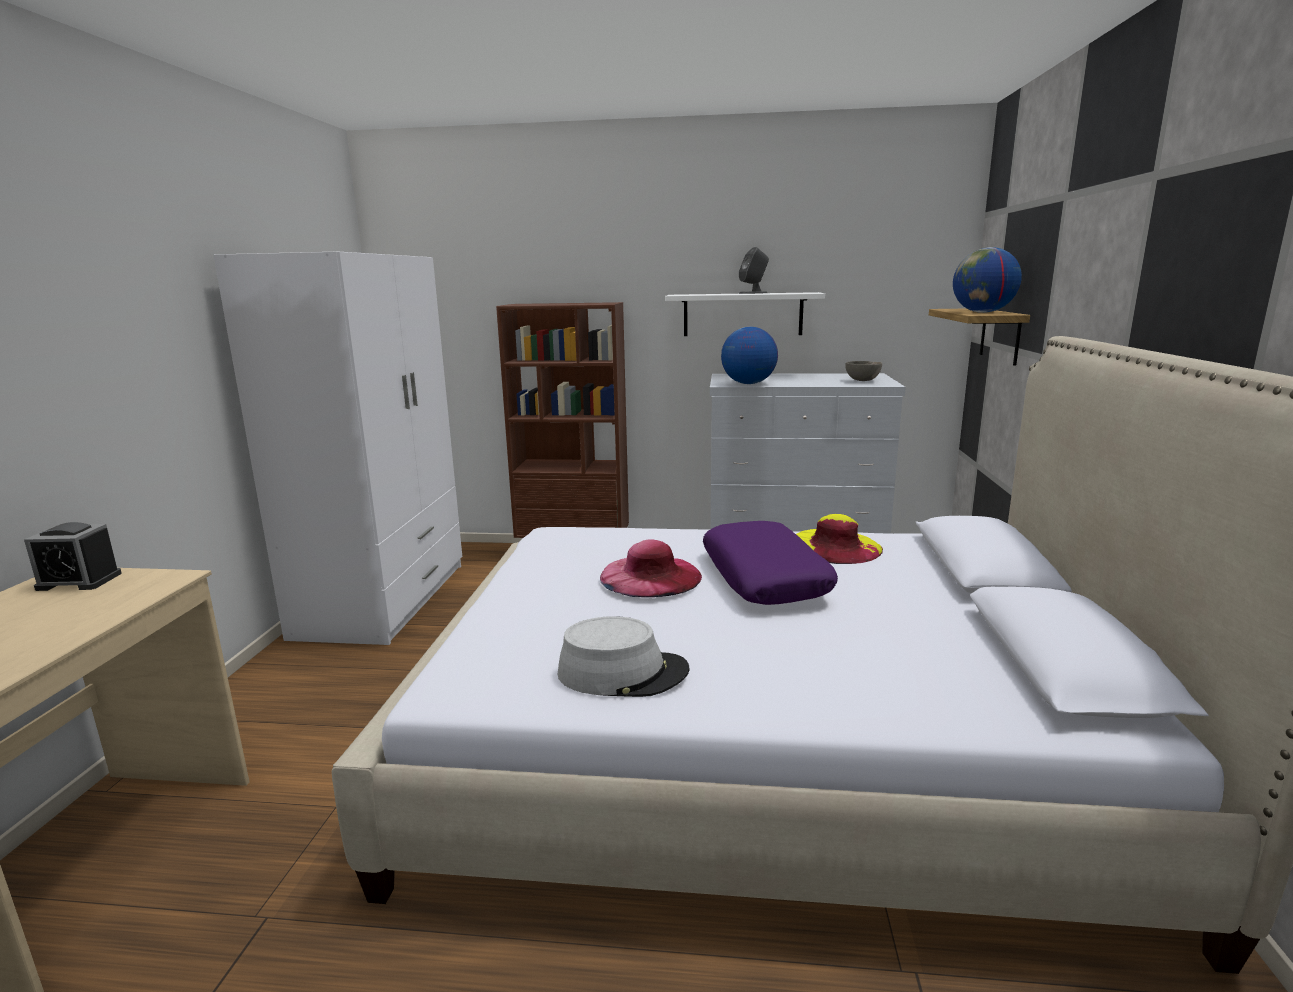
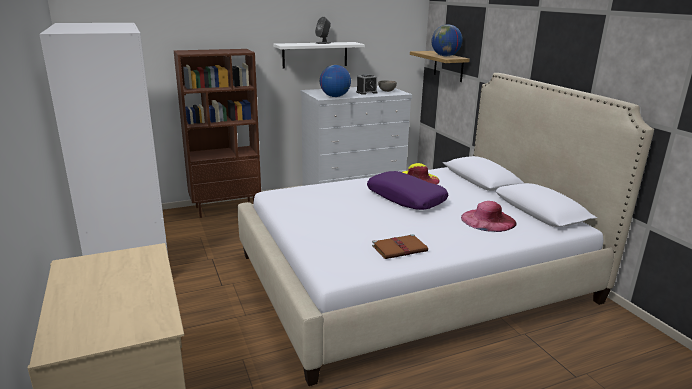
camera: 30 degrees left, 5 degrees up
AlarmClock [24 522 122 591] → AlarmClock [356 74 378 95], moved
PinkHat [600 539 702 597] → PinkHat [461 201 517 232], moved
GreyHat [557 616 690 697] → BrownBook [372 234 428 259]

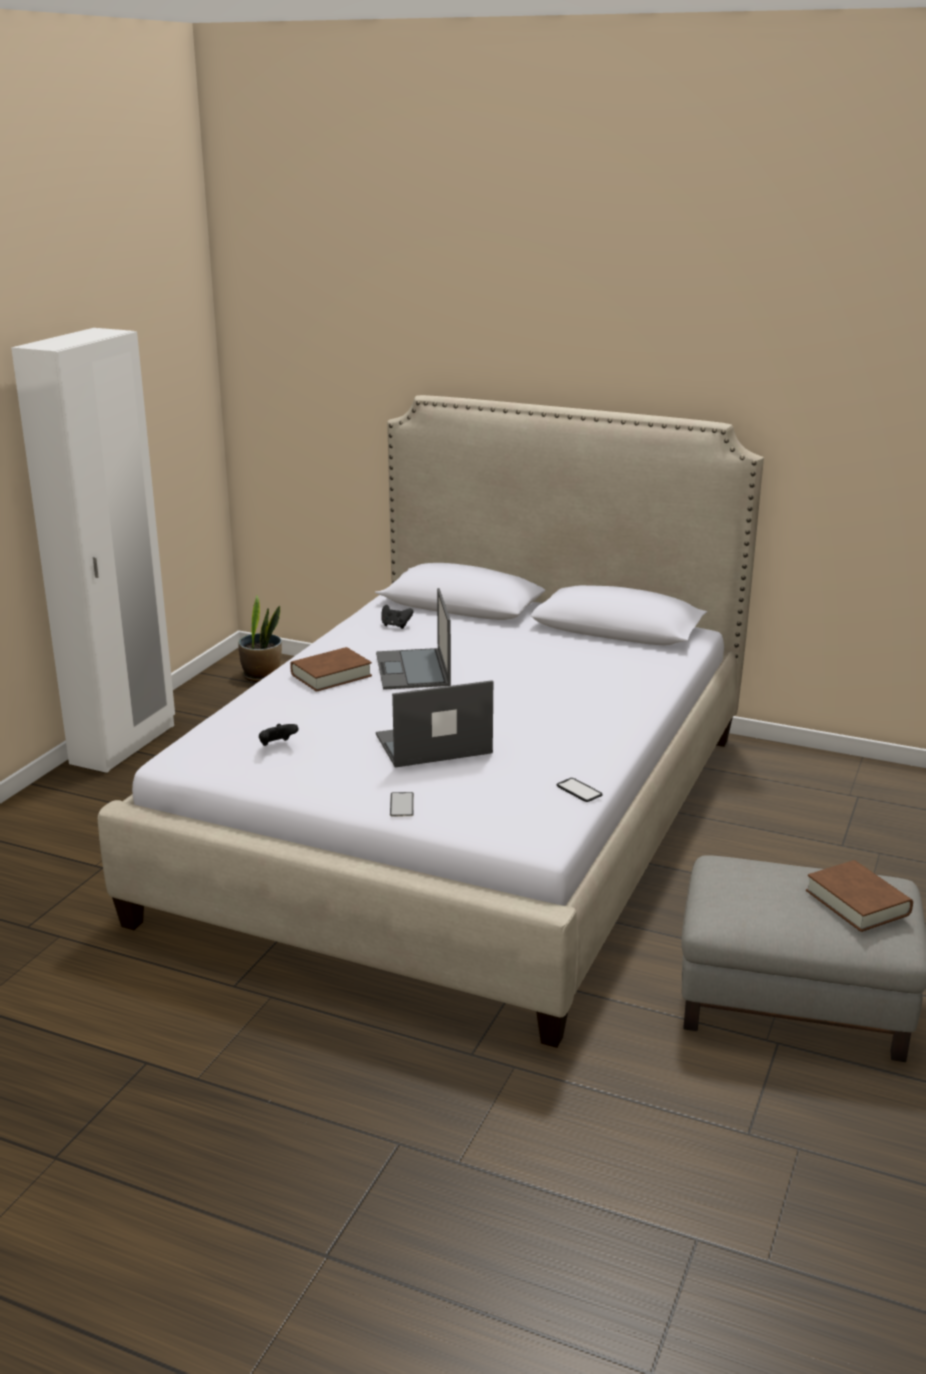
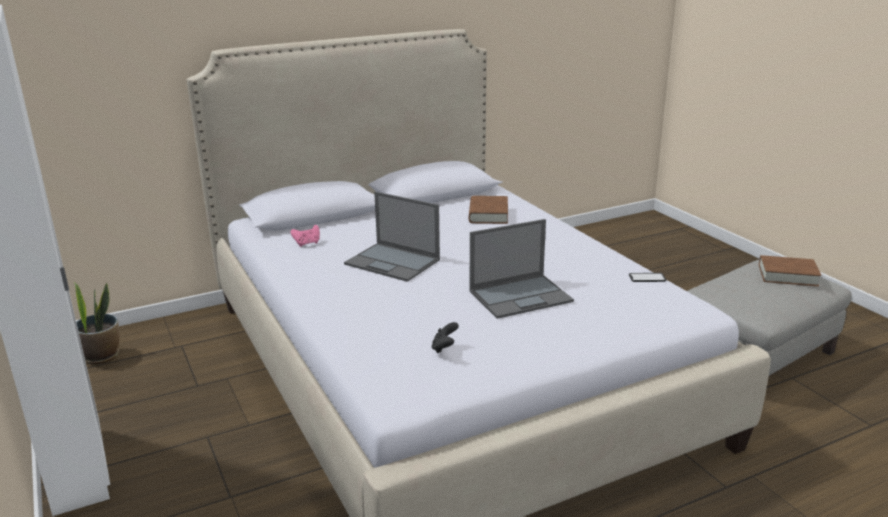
camera: 50 degrees left, 0 degrees up
Phone [390 792 414 817] → -
BrownBook [290 647 372 692] → BrownBook [469 196 508 224], moved
BlackGameController [381 605 414 629] → PinkGameController [290 225 320 247]
Laptop [376 680 493 768] → Laptop [469 219 574 319], 135 degrees counterclockwise

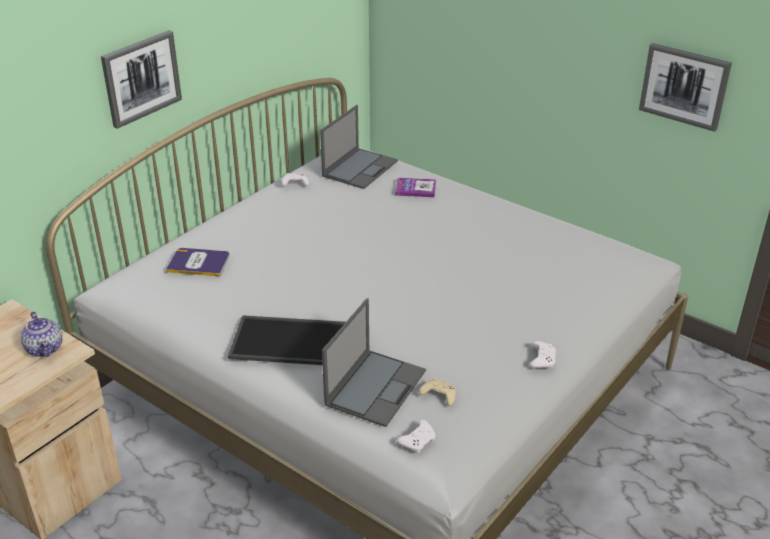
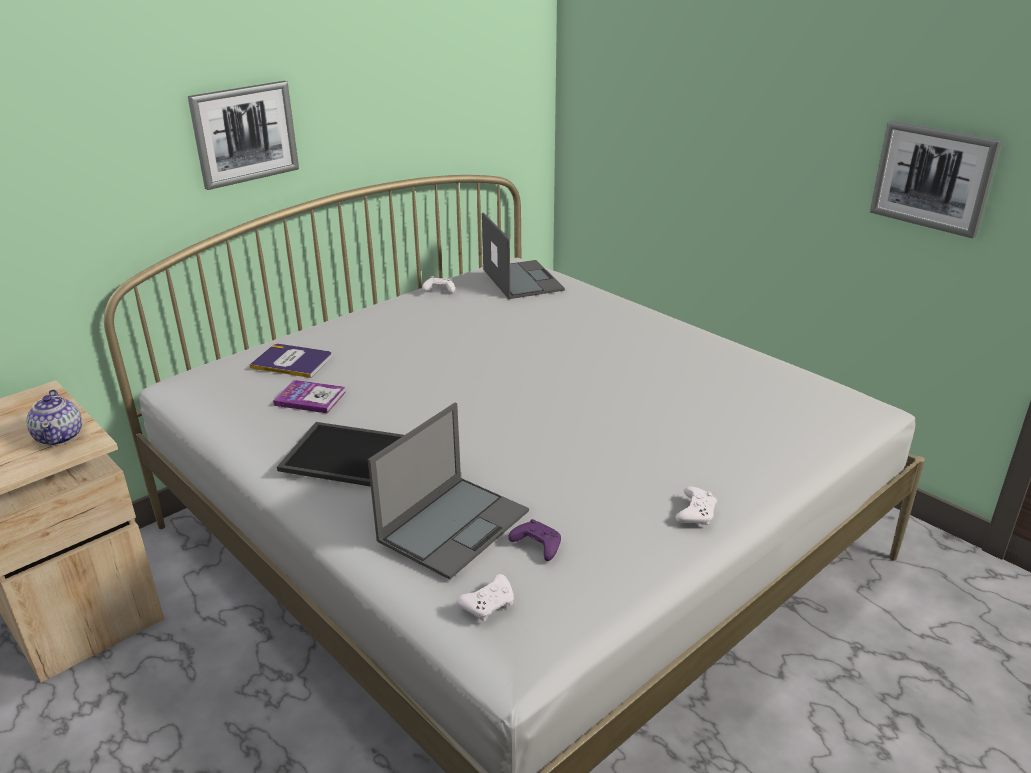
camera: 10 degrees right, 5 degrees down
Book [395 178 436 197] → Book [273 380 346 413], moved
BeigeGameController [419 378 456 406] → PurpleGameController [508 519 561 561]
Laptop [320 105 398 189] → Laptop [482 213 565 299], 60 degrees counterclockwise

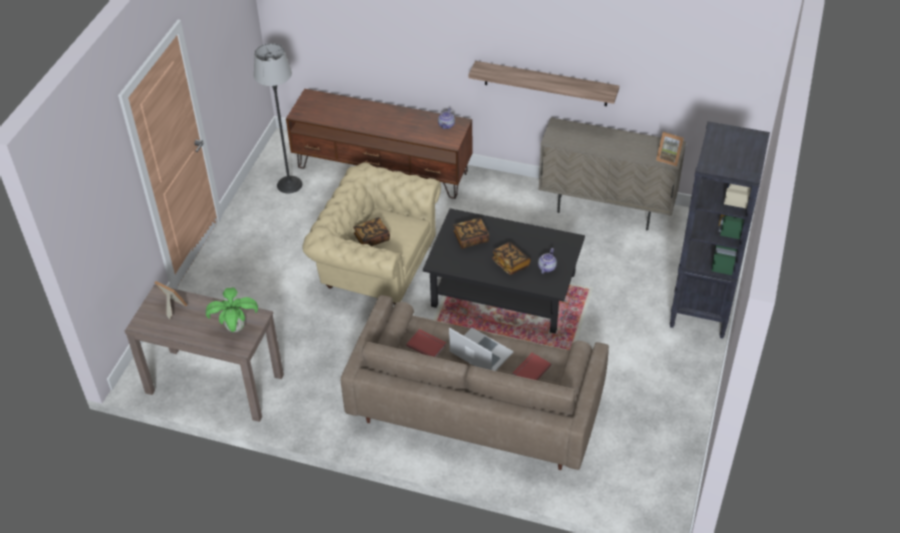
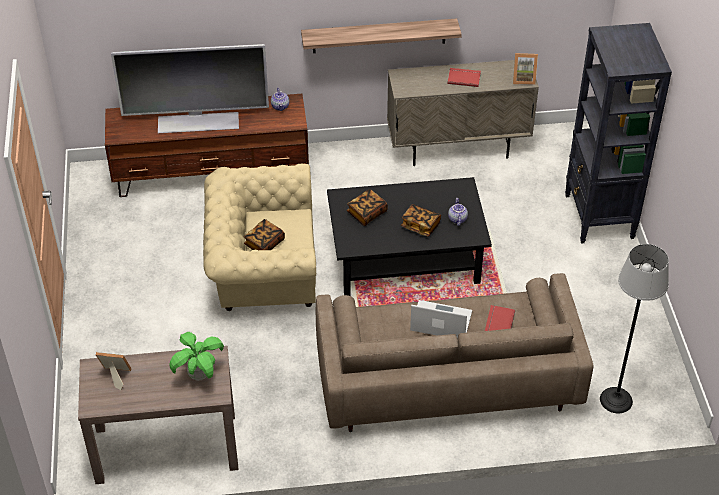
camera: 25 degrees left, 0 degrees up
- → Television [111 44 269 133]
FloorLamp [254 43 302 194] → FloorLamp [600 244 669 413], moved
RedBook [406 329 447 357] → RedBook [448 68 481 87], moved

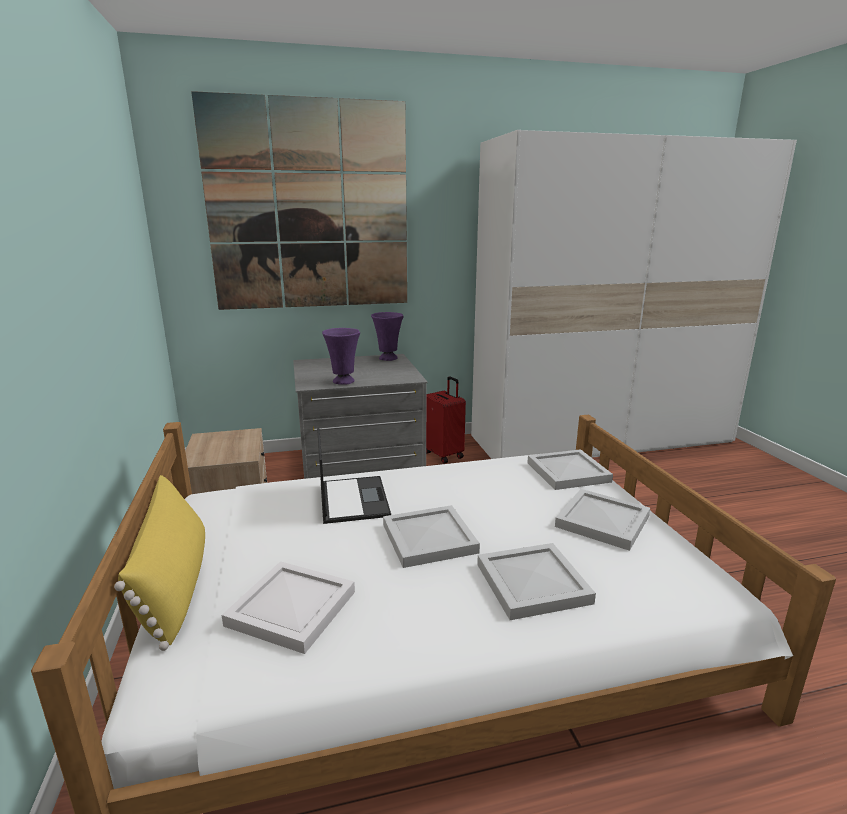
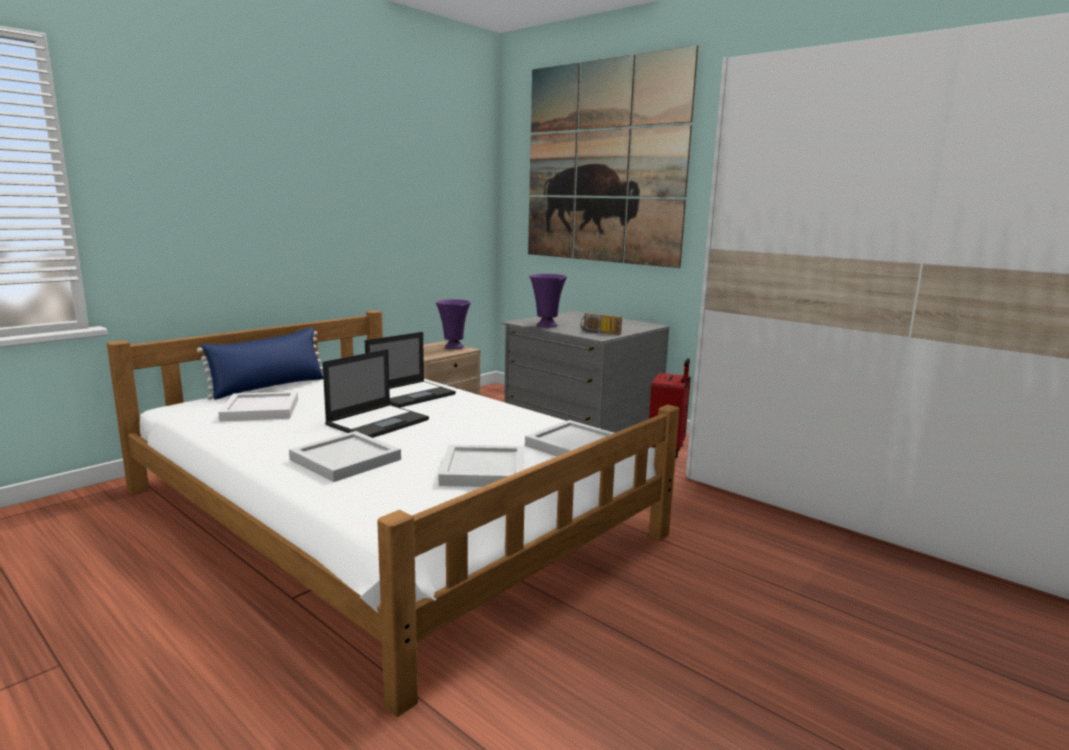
camera: 55 degrees right, 5 degrees down
- → Radio [581 313 622 335]
PurpleVase [371 312 404 361] → PurpleVase [436 299 471 349], moved
WhiteTray [383 505 480 568] → Laptop [322 349 429 438]
YellowPillow [114 475 205 651] → BluePillow [197 327 323 400]

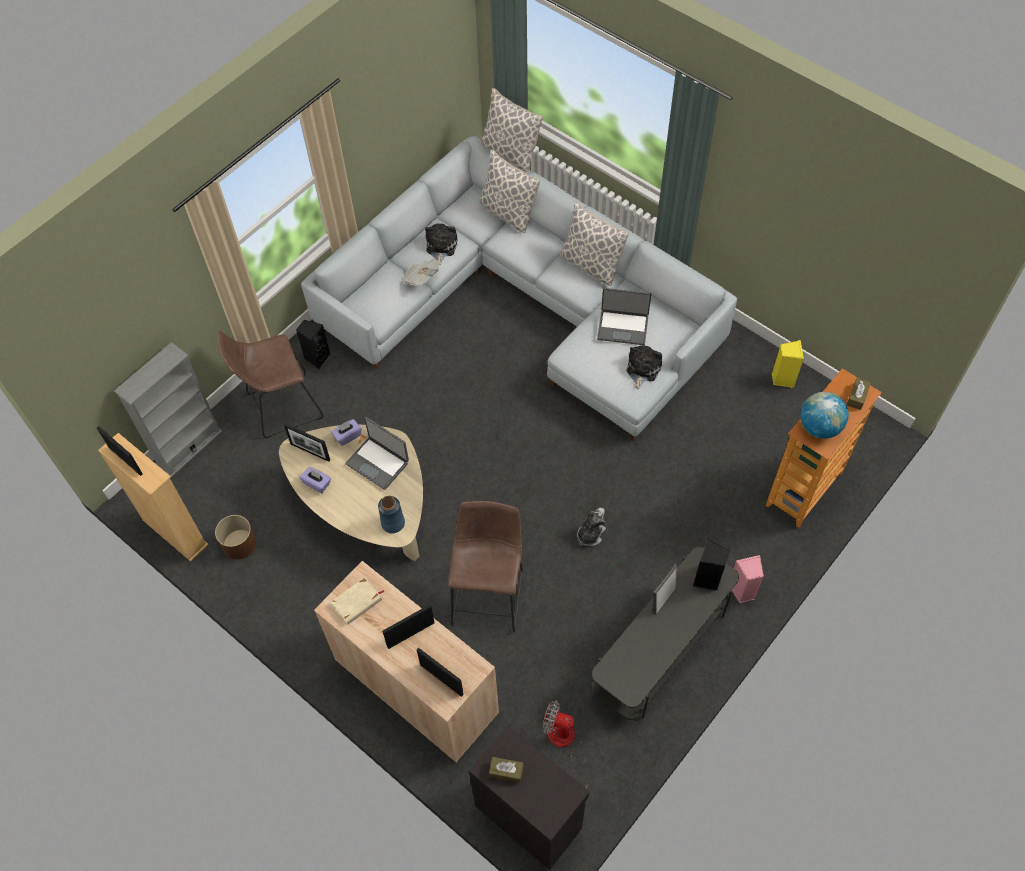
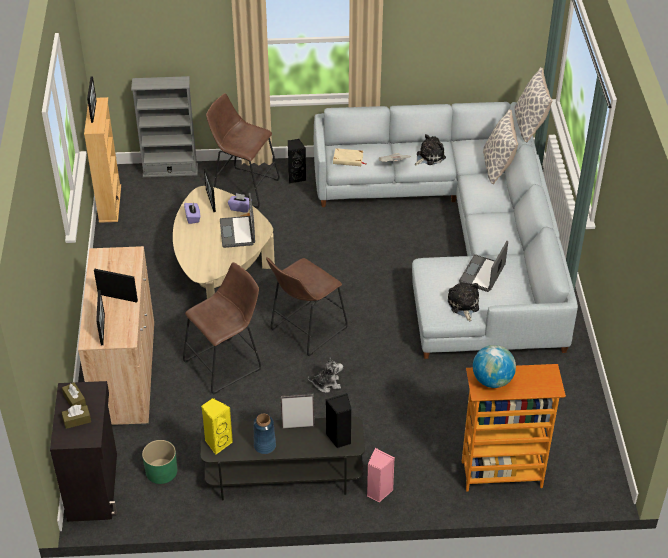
camera: 45 degrees right, 15 degrees down
BrownPlanter [215 515 256 559] → -
Pillow [560 202 629 286] → -
- → BrownStool [266 257 348 356]
BeigeBook [331 577 385 625] → BeigeBook [333 148 367 166], moved
BlueVase [378 496 405 533] → BlueVase [253 414 276 454], moved
YellowSpeaker [772 340 804 388] → YellowSpeaker [202 398 233 455], moved
BrownTissueBox [847 378 871 410] → BrownTissueBox [62 405 91 429], moved
Fan [542 700 588 789] → GreenPlanter [142 440 177 484]
Laptop [597 288 651 345] → Laptop [459 241 508 292], 60 degrees clockwise
PlushToy [626 345 662 390] → PlushToy [448 283 479 321], 75 degrees counterclockwise

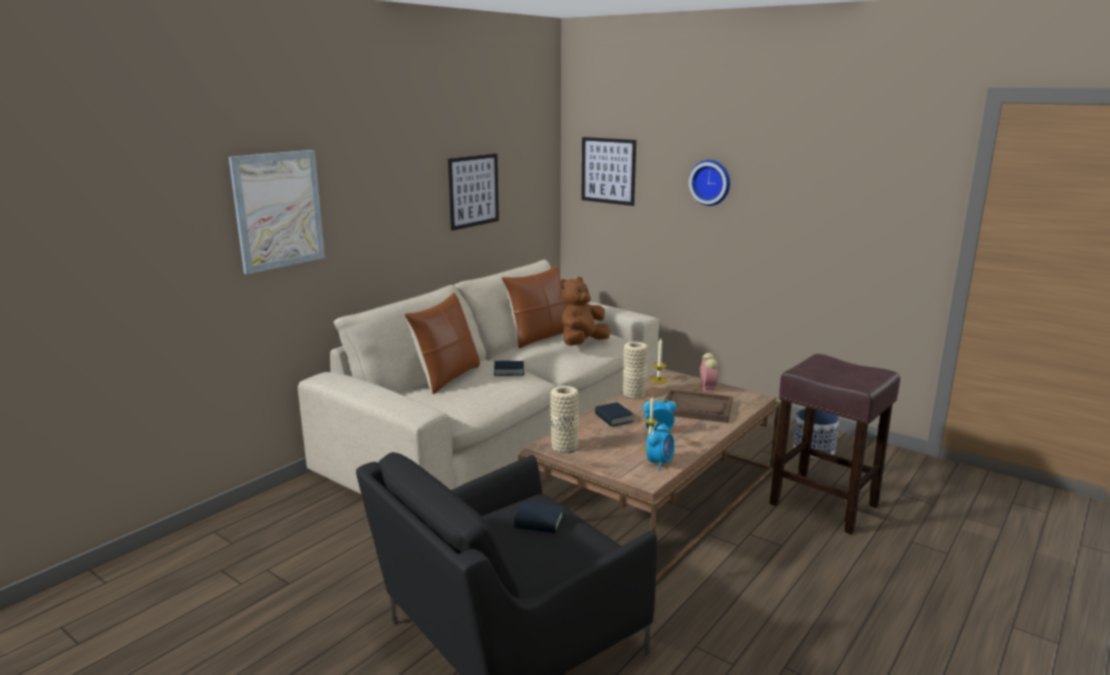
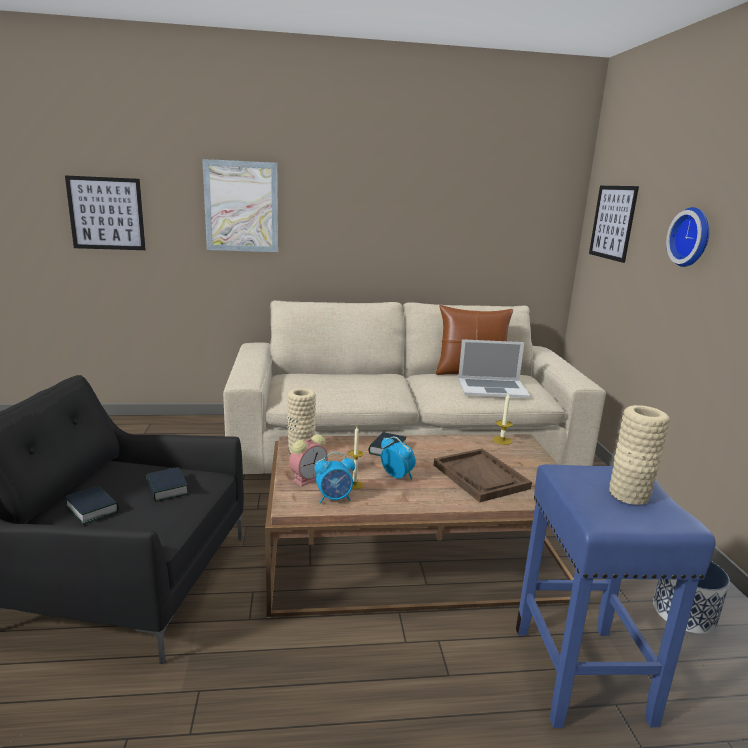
camera: 45 degrees right, 0 degrees up
BrownPillow [404 293 480 394] → -
Picture [448 153 499 231] → Picture [65 175 146 250], moved
Book [494 361 524 376] → Book [65 485 119 525], moved
BeigeVase [623 342 648 399] → BeigeVase [609 405 670 505], moved
AlarmClock [699 353 718 393] → AlarmClock [289 434 328 487], moved
BrownPlushToy [561 277 610 346] → Laptop [458 339 530 398]
BrownStool [770 354 900 534] → BlueStool [516 464 716 728]

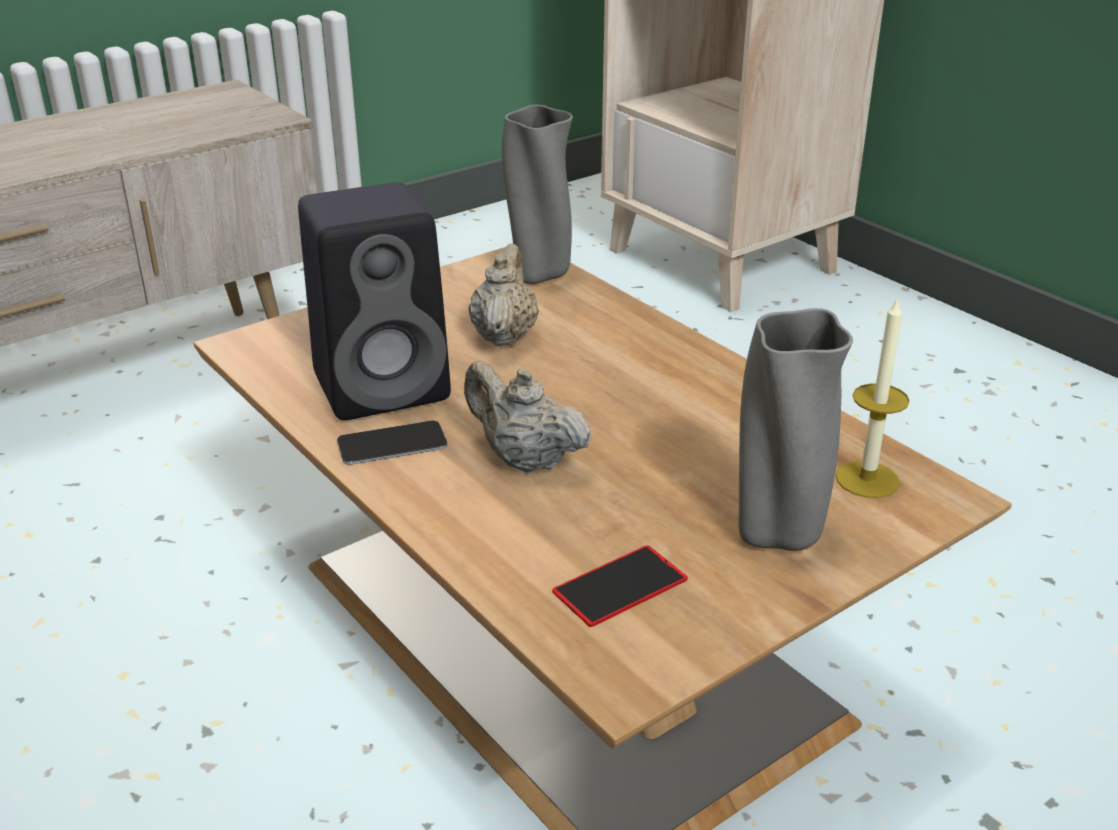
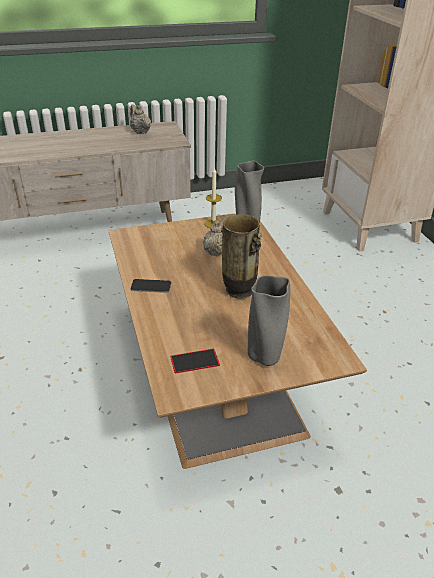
camera: 20 degrees right, 5 degrees up
BlackSpeaker [298 182 451 420] → -
- → Vase [221 214 262 299]
BeigeTeapot [464 361 592 473] → BeigeTeapot [130 104 151 134], moved
Candle [836 297 909 498] → Candle [204 167 222 228], moved

